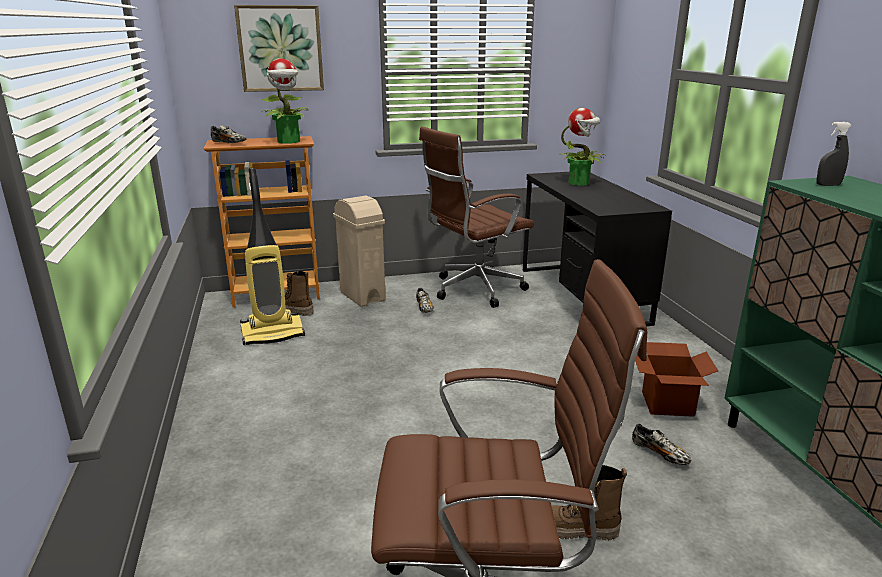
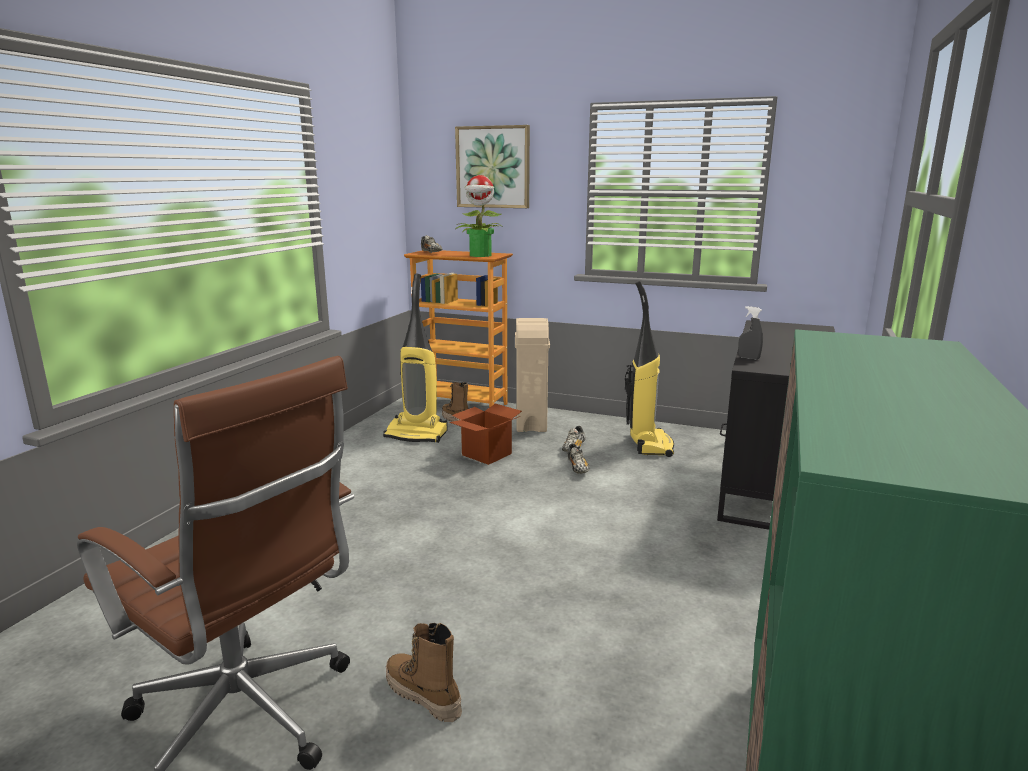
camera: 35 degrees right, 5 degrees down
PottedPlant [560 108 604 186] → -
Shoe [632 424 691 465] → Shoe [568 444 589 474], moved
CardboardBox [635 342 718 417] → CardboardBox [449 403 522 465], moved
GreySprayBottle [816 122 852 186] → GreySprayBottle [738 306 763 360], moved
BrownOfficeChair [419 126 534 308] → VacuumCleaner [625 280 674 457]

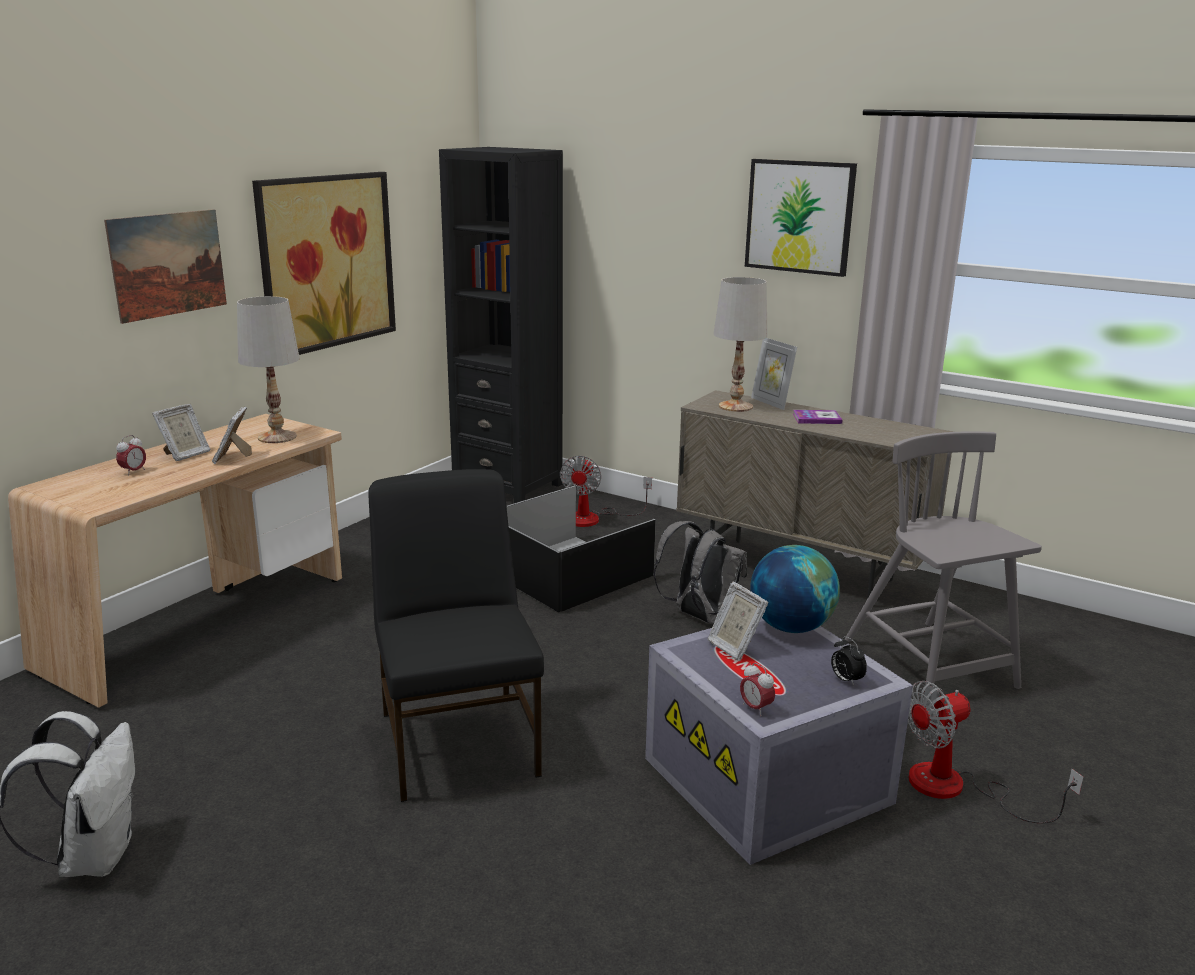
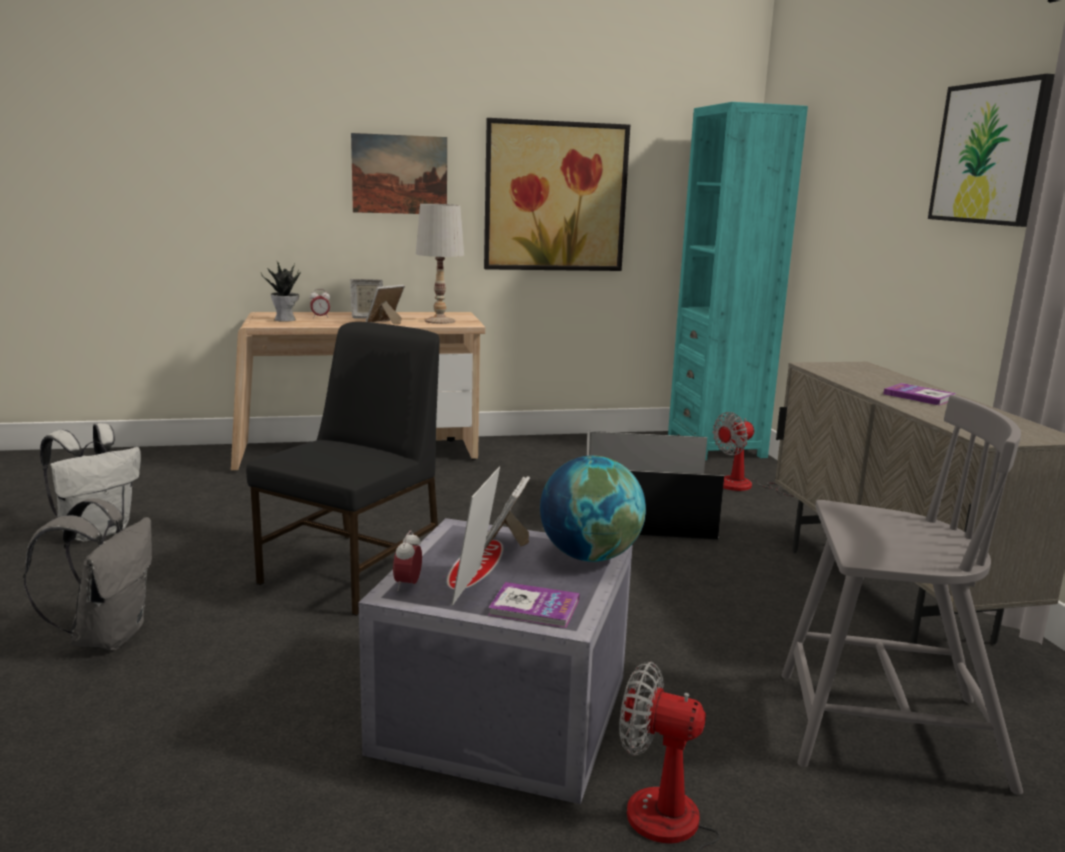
camera: 45 degrees right, 5 degrees down
WhiteTableLamp [713 277 768 412] → -
- → PottedPlant [261 260 301 322]
GreyBackpack [654 521 747 624] → GreyBackpack [23 498 152 650], moved
PictureFrame [751 338 797 410] → PictureFrame [451 467 500 606], moved
AlarmClock [831 636 867 686] → Book [488 582 580 628]
BlackBookcase [439 147 563 503] → TurquoiseBookcase [668 102 808 460]
GreyChair [845 431 1042 704] → GreyChair [781 395 1023 795], 75 degrees clockwise

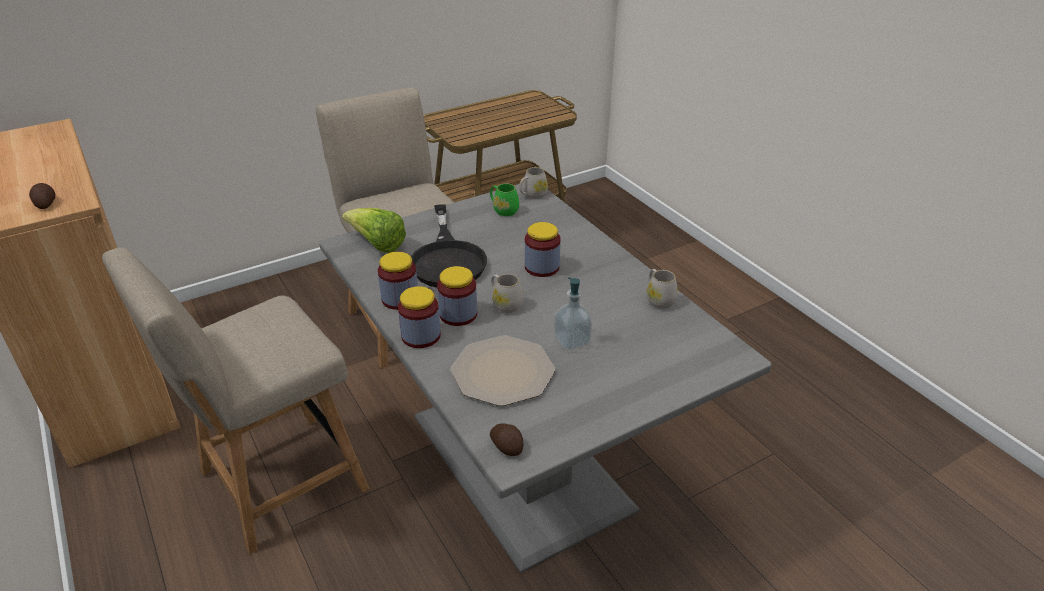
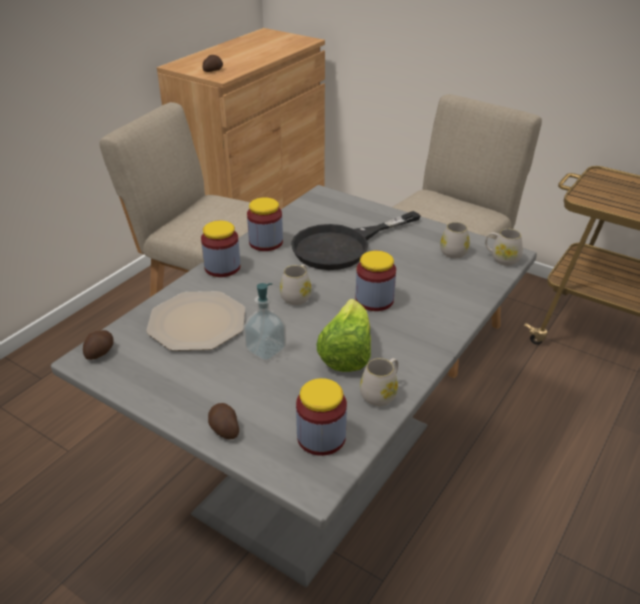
camera: 65 degrees right, 0 degrees up
- → Potato [208 403 239 439]
Lettuce [342 208 406 253] → Lettuce [317 299 371 372], moved
Jar [437 266 477 326] → Jar [296 378 347 456], moved
GreenMug [490 183 519 216] → WhiteMug [440 221 470 259]

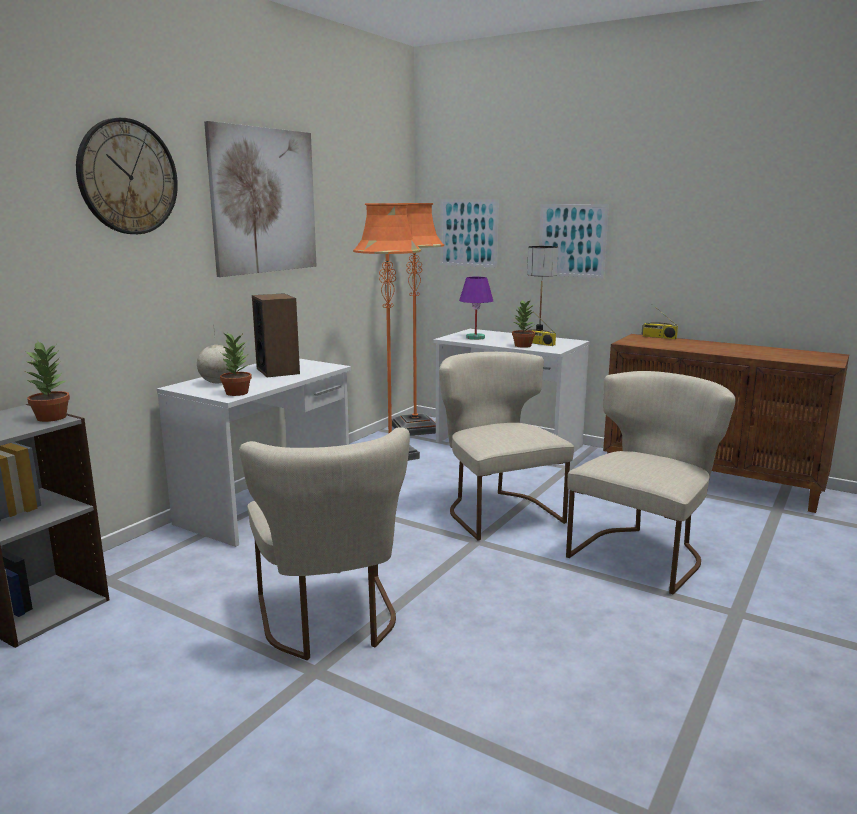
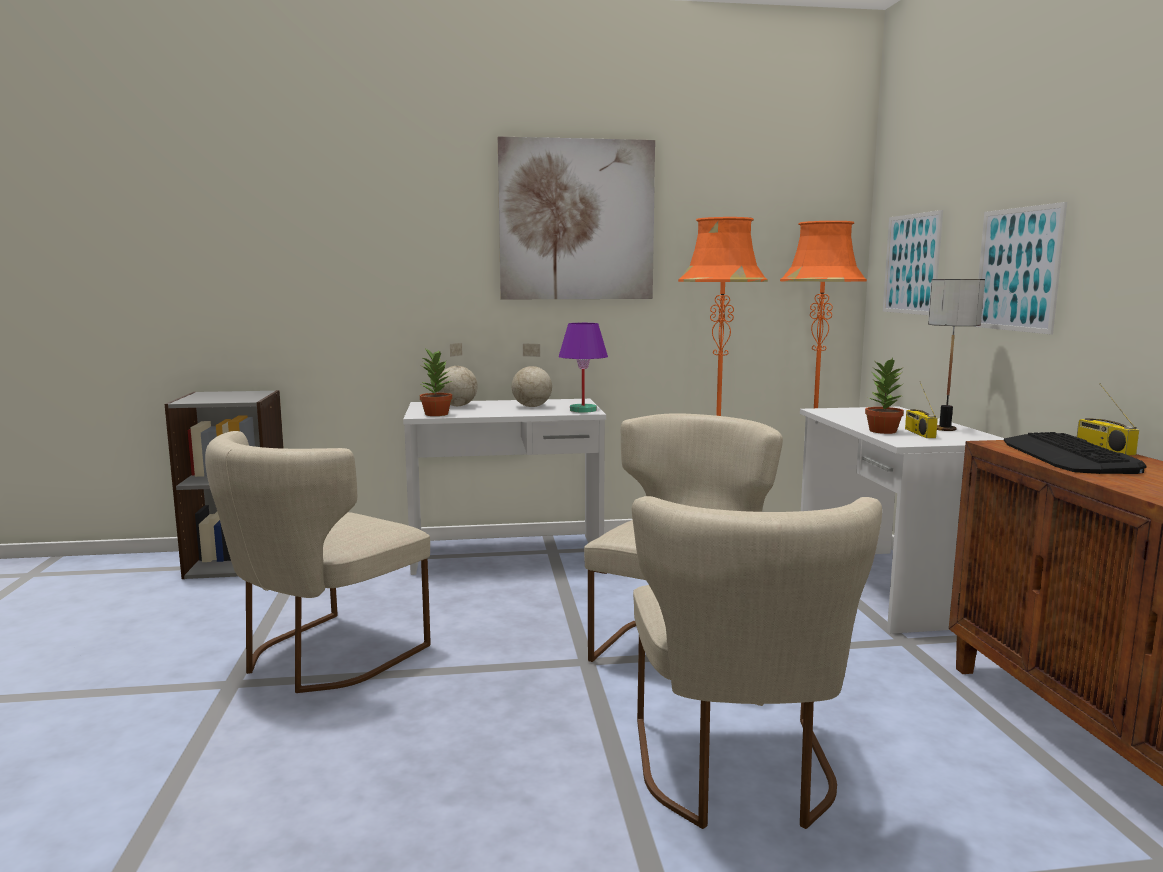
camera: 50 degrees right, 5 degrees down
PottedPlant [25 341 70 422] → -
WallClock [76 118 178 234] → -
- → Keyboard [1004 432 1147 474]
PurpleTableLamp [459 277 493 340] → PurpleTableLamp [559 323 608 413], moved
Speaker [252 293 300 378] → Globe [512 343 552 407]
BeigeChair [566 371 736 594] → BeigeChair [632 496 882 829], 90 degrees clockwise

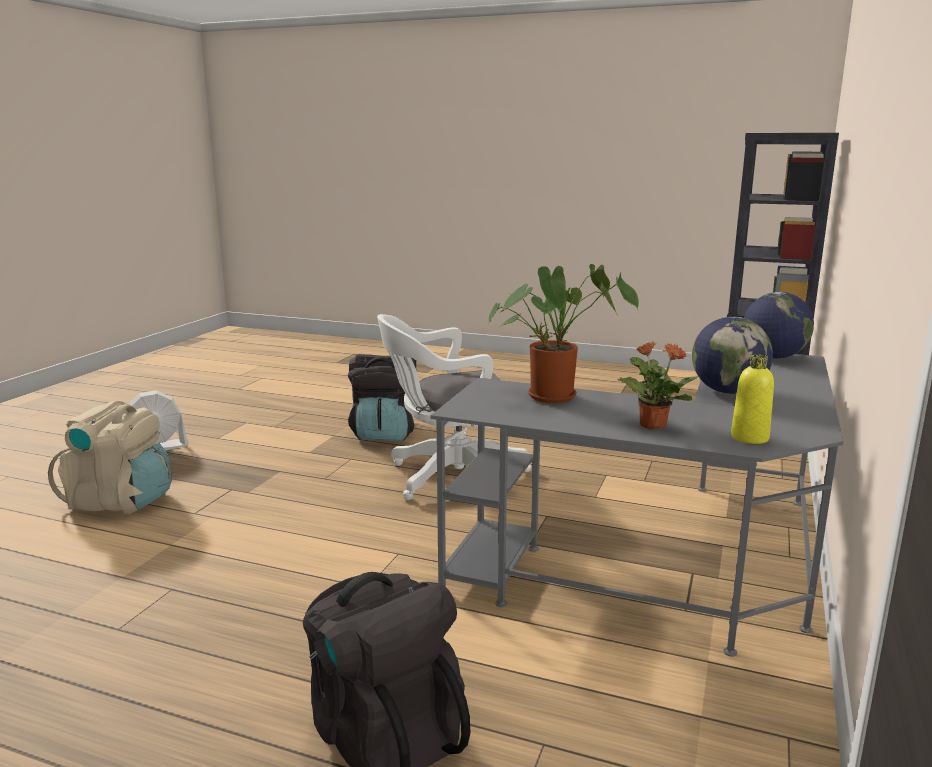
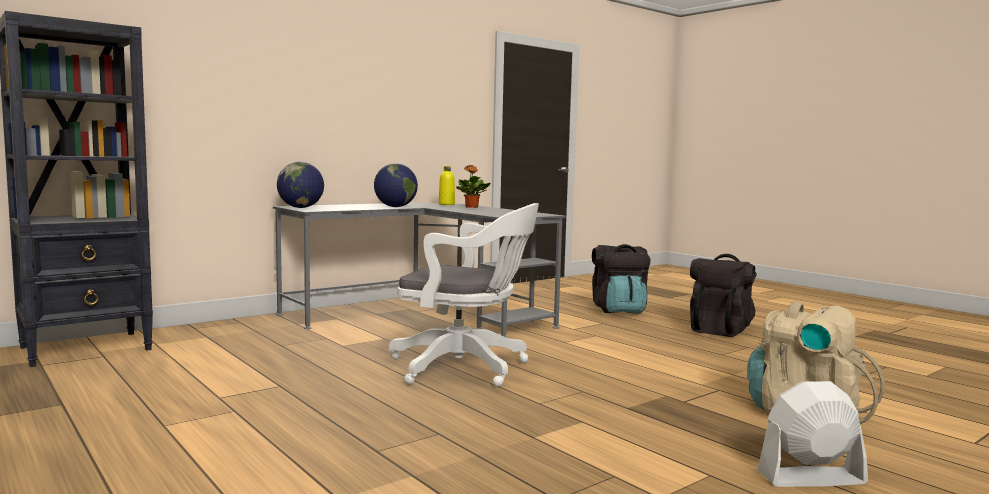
camera: 150 degrees left, 10 degrees down
PottedPlant [488 264 639 403] → -
BlackBackpack [348 354 416 441] → BlackBackpack [690 254 757 337], moved

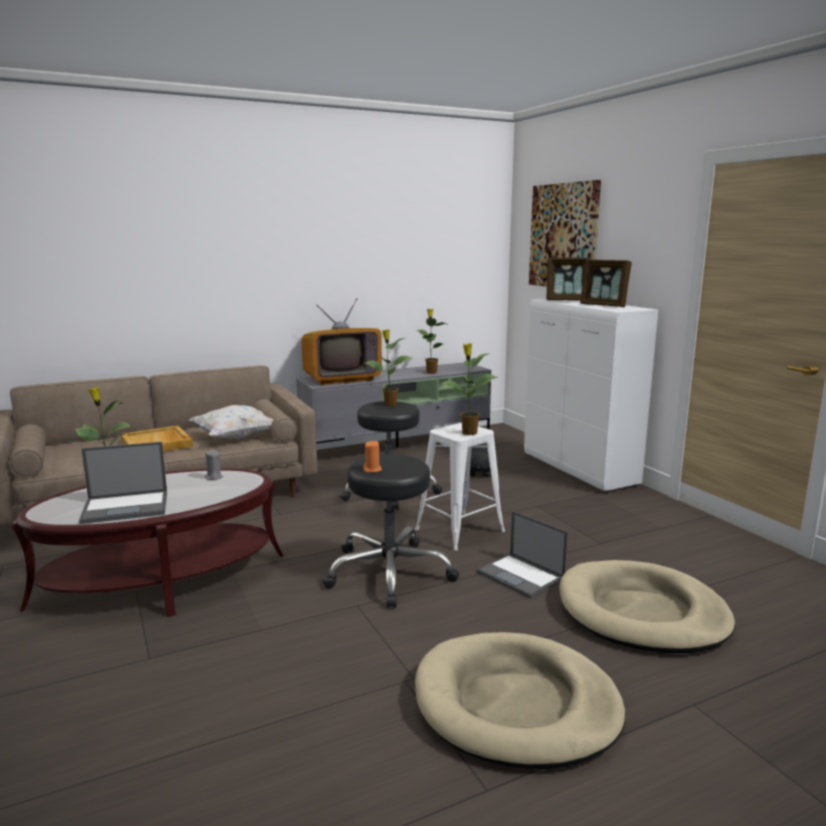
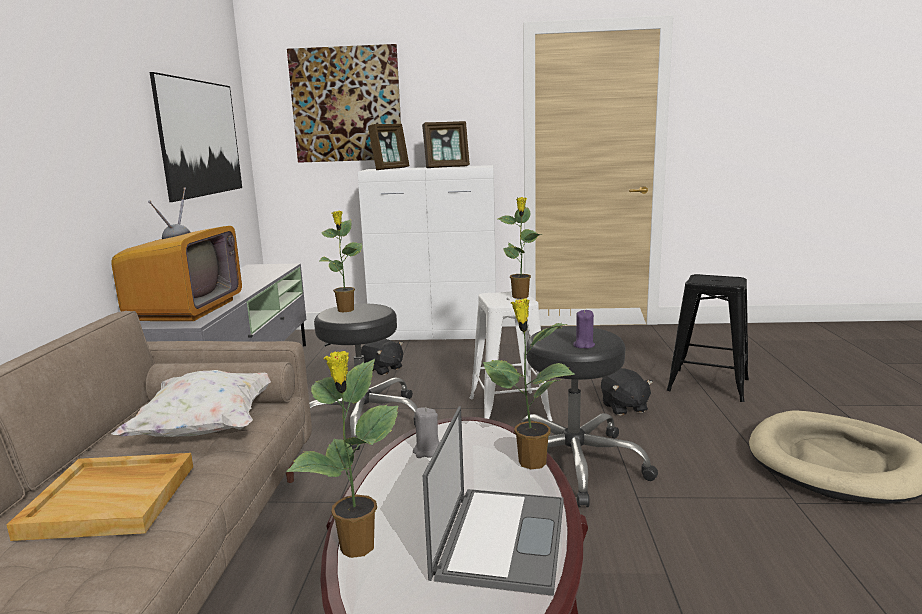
camera: 60 degrees left, 0 degrees up
- → Picture [150 72 242 202]
PottedPlant [416 309 449 374] → PottedPlant [483 298 575 469], moved
Laptop [476 511 568 599] → BlackPlushToy [601 368 653 416]
BeigeDogBed [559 560 735 653] → BlackStool [667 274 749 402]
OrangeCandle [363 441 382 473] → PurpleCandle [573 309 595 349]

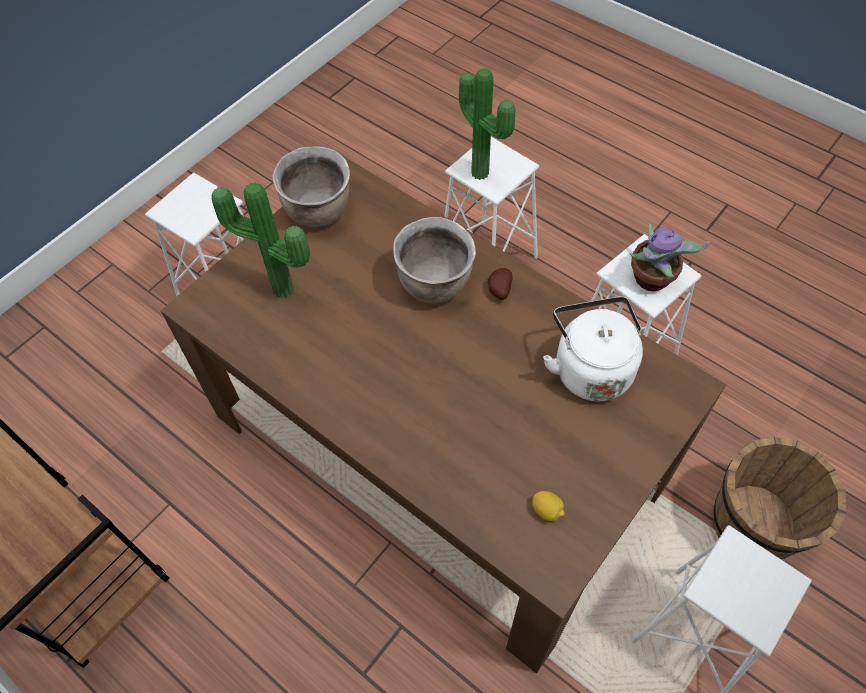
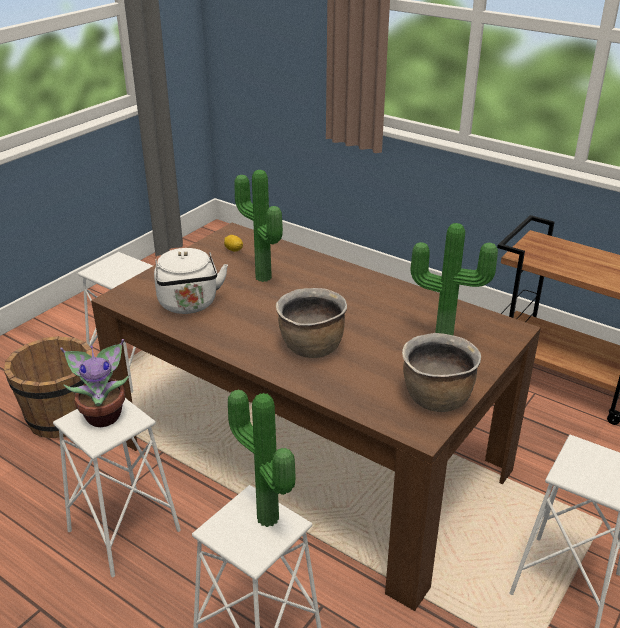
camera: 175 degrees right, 25 degrees down
Potato [488 268 513 300] → -
- → PottedPlant [234 170 283 282]

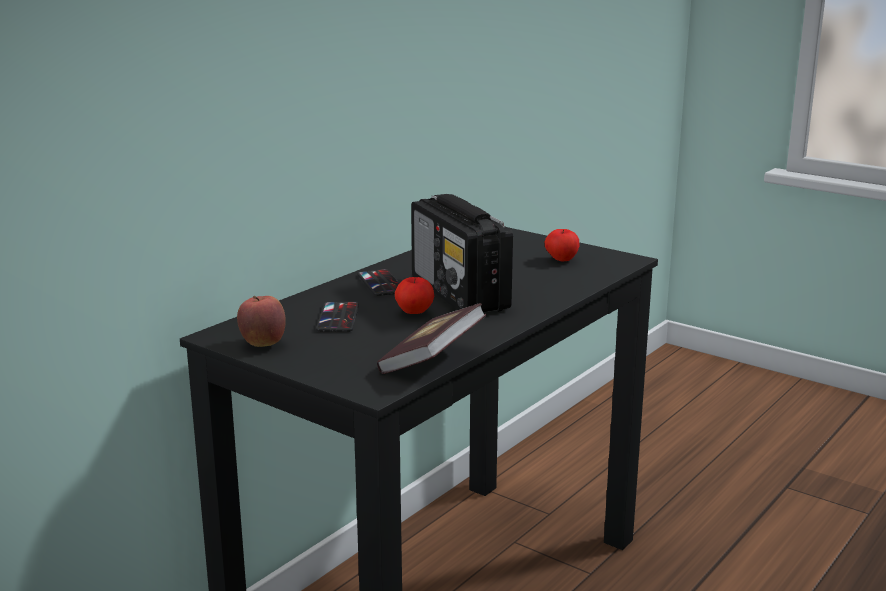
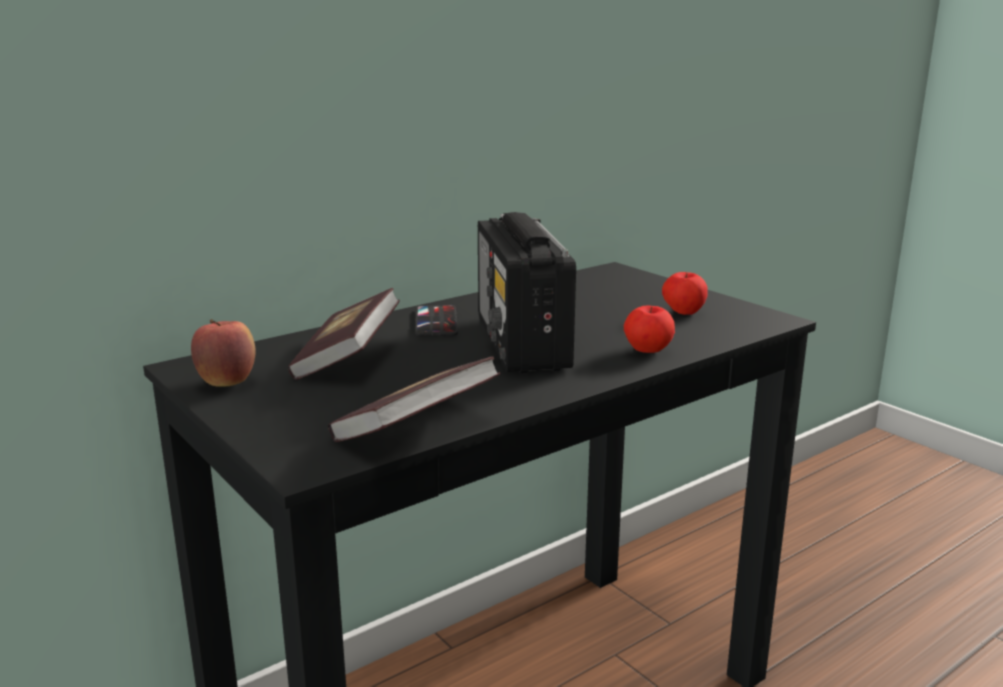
camera: 15 degrees right, 0 degrees up
Apple [395 277 434 314] → Apple [624 306 675 353], moved
Phone [316 302 359 332] → Book [288 288 400 380]

